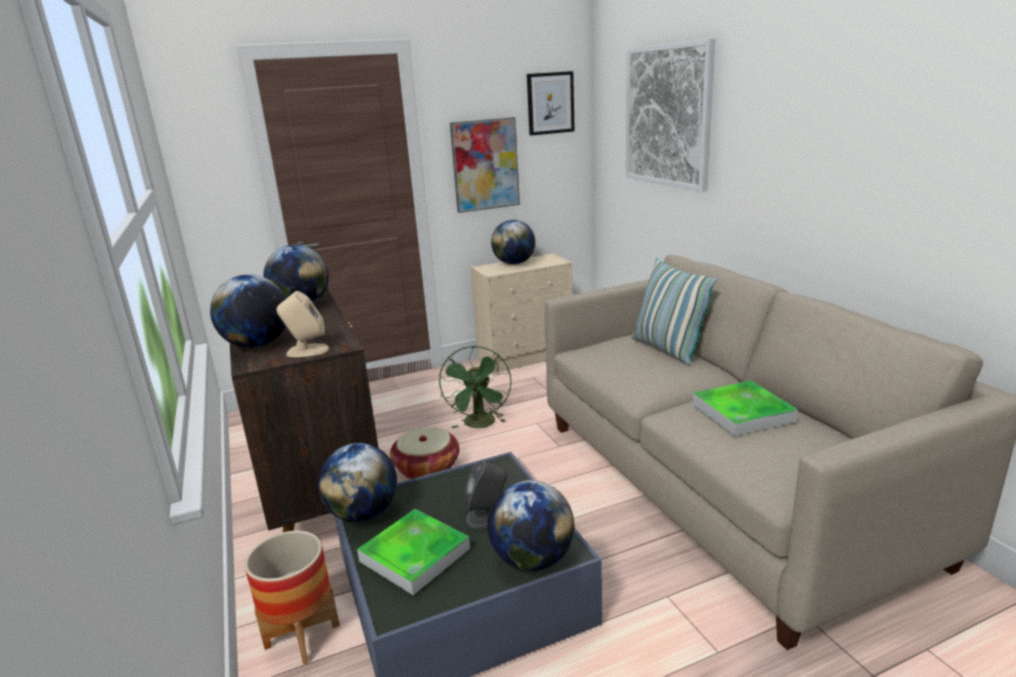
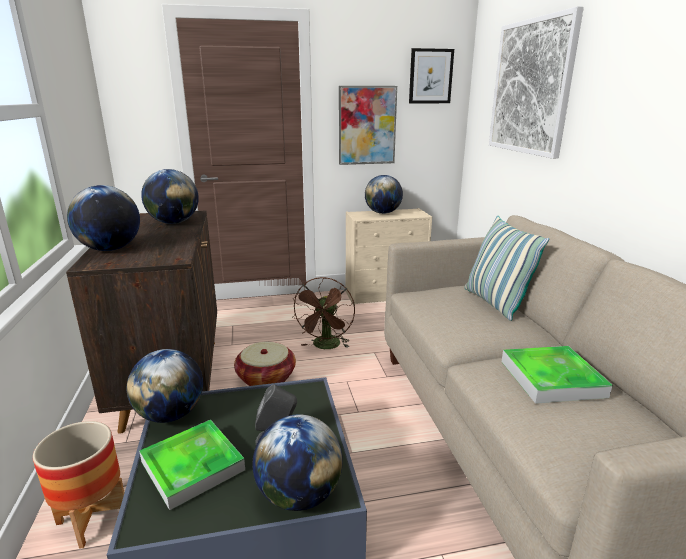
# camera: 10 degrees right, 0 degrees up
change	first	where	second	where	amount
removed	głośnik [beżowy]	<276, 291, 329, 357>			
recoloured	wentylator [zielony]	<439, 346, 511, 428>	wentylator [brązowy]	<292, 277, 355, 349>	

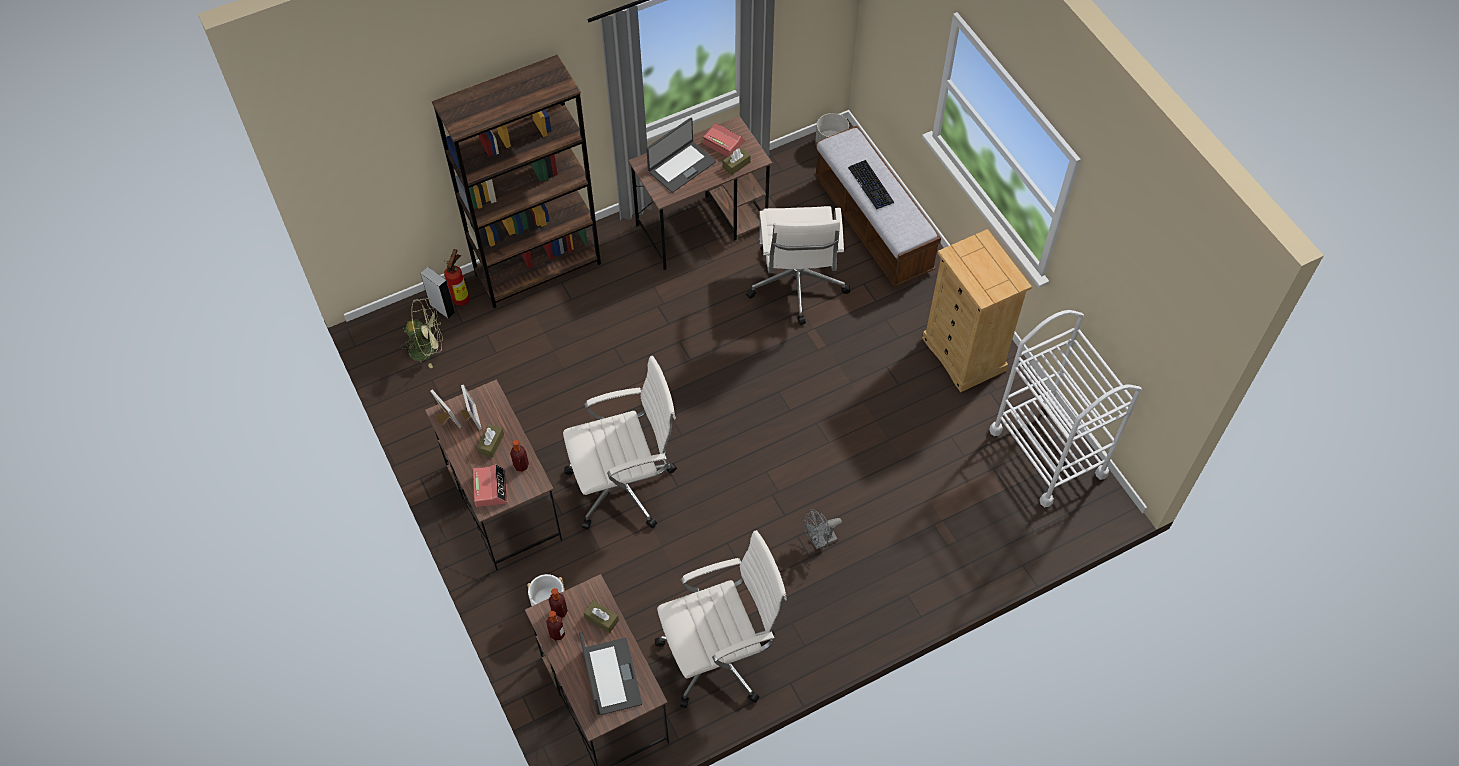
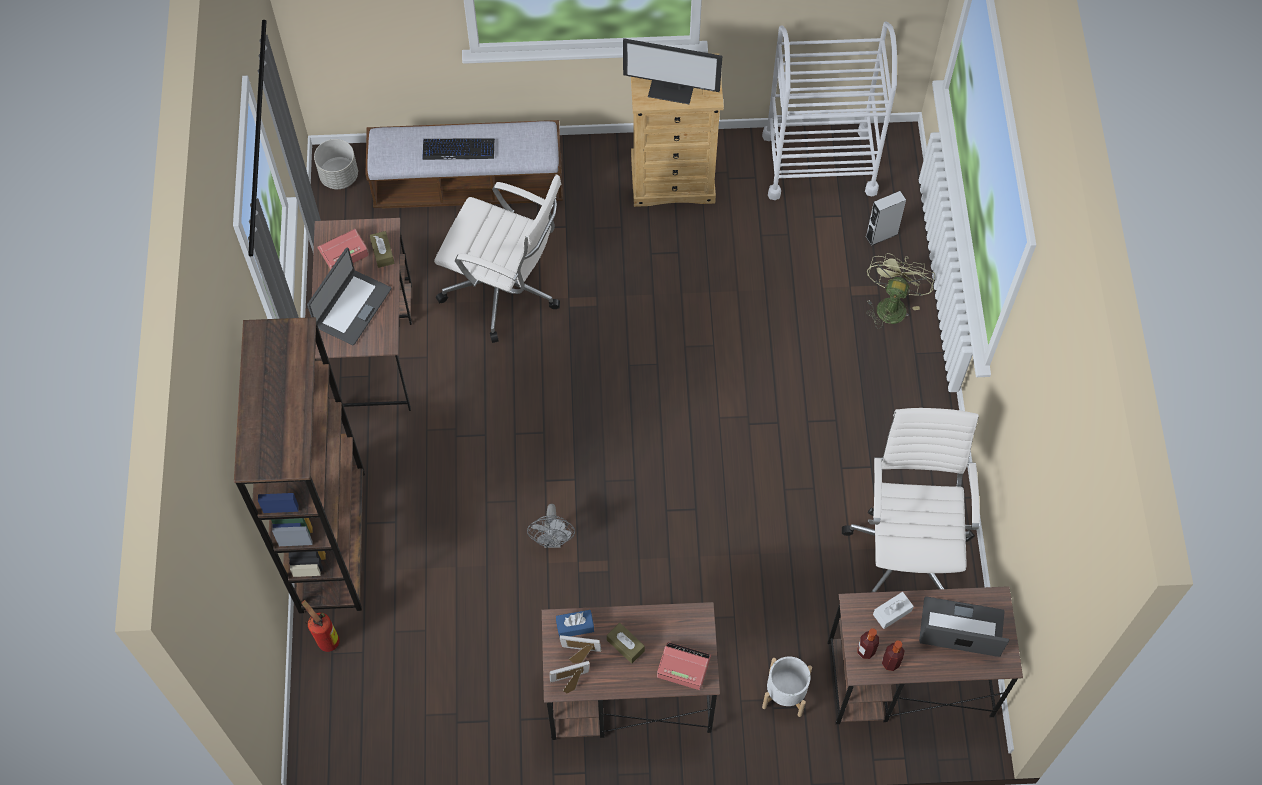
# camera: 65 degrees left, 5 degrees up
change	first	where	second	where	amount
moved	wentylator [zielony]	<401, 298, 443, 369>		<866, 253, 935, 329>	
moved	głośnik [szary]	<420, 267, 456, 319>		<865, 191, 906, 246>	
removed	butelka	<510, 440, 529, 472>			
removed	krzesło biurowe [biały]	<563, 356, 677, 530>			
recoloured	pudełko chusteczek [brązowy]	<583, 600, 619, 633>	pudełko chusteczek [biały]	<873, 592, 914, 629>	
turned	laptop	<646, 118, 716, 193>		<307, 248, 391, 345>	45 degrees clockwise
moved	wentylator [szary]	<804, 509, 842, 549>		<527, 504, 575, 548>	
added			pudełko chusteczek [niebieski]	<556, 610, 594, 638>	
added			monitor	<623, 38, 722, 104>	

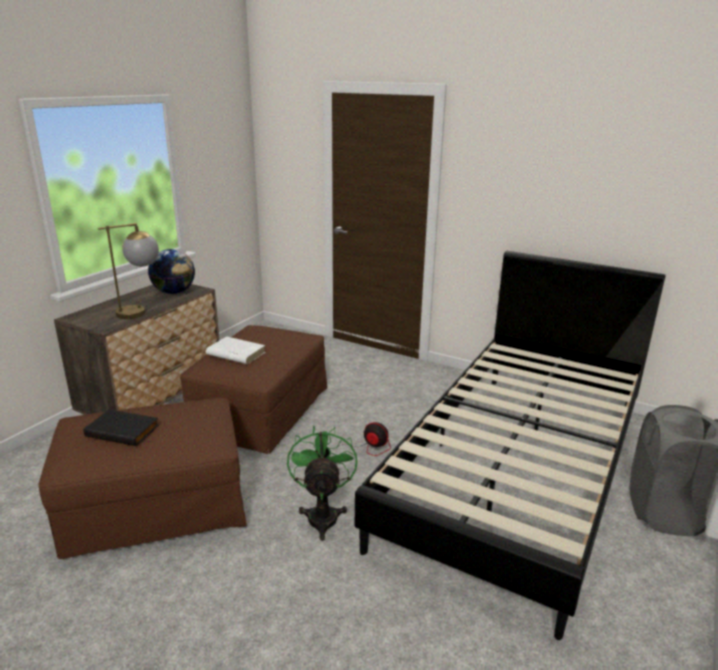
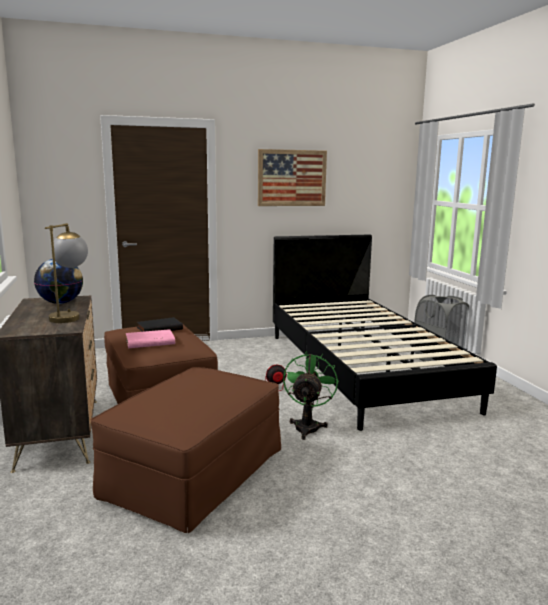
# camera: 45 degrees left, 10 degrees down
change	first	where	second	where	amount
moved	książka [czarny]	<84, 409, 159, 446>		<137, 317, 183, 332>	
recoloured	książka [biały]	<206, 336, 265, 364>	książka [różowy]	<126, 329, 175, 348>	
turned	wentylator [zielony]	<287, 426, 357, 541>		<283, 351, 339, 440>	60 degrees clockwise
added			obraz	<258, 149, 327, 206>	

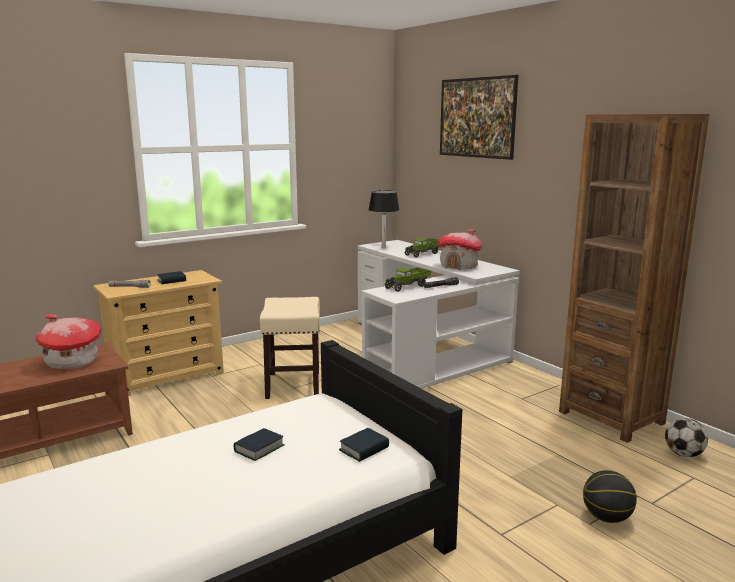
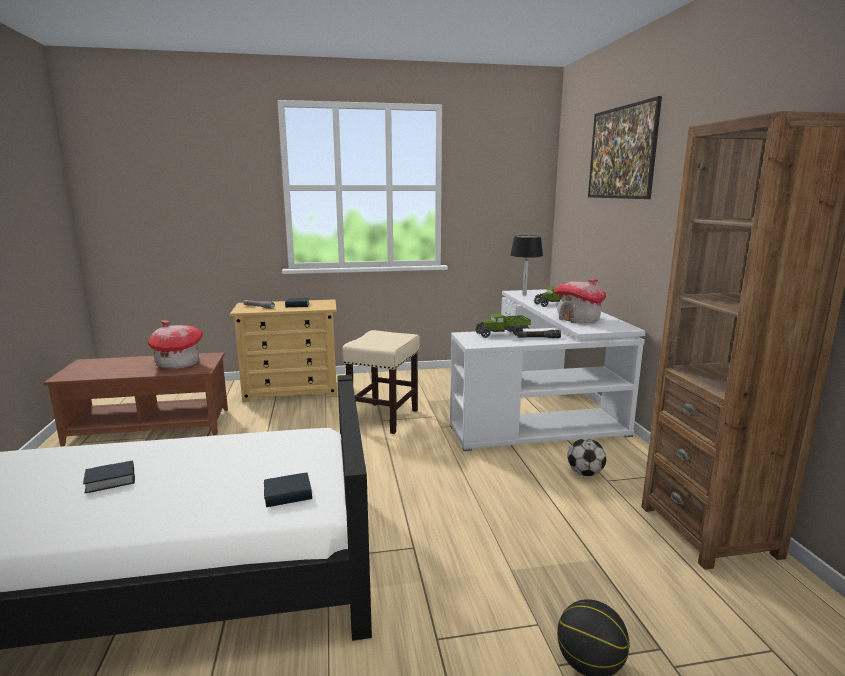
# camera: 25 degrees right, 0 degrees up
change	first	where	second	where	amount
moved	książka	<234, 428, 285, 461>		<83, 460, 135, 493>	
moved	piłka futbolowa	<665, 418, 708, 457>		<567, 438, 606, 476>	

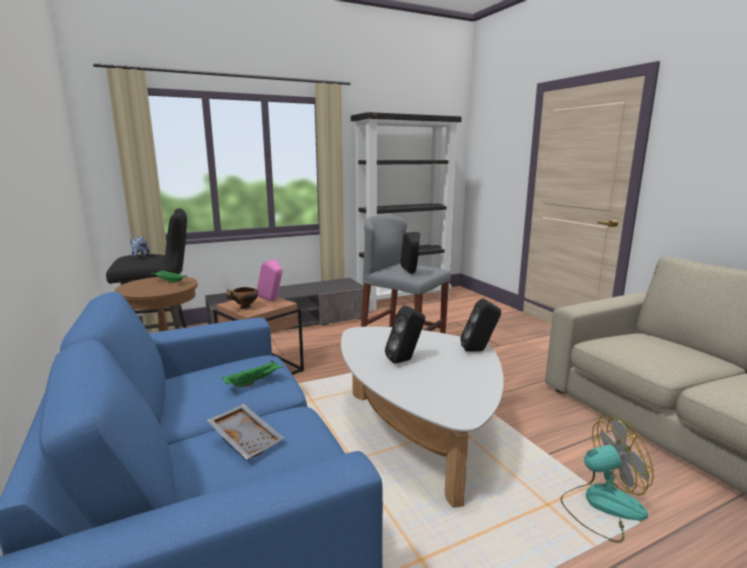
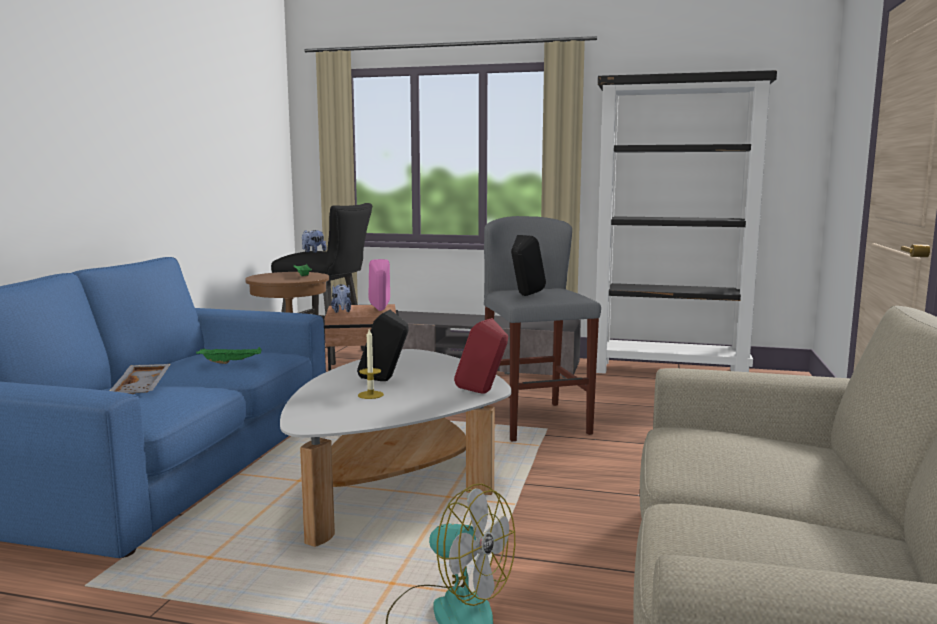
# camera: 40 degrees right, 5 degrees down
change	first	where	second	where	amount
replaced	miska	<225, 287, 258, 309>	pluszak	<331, 284, 351, 313>	
recoloured	głośnik [czarny]	<460, 299, 501, 352>	głośnik [czerwony]	<454, 318, 508, 394>	
added			świeca	<358, 329, 384, 399>	

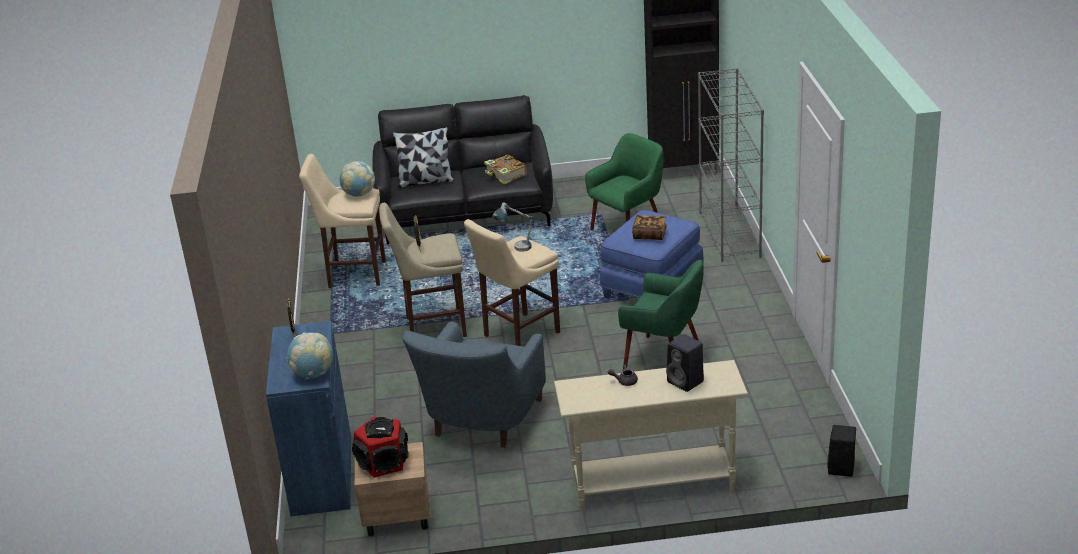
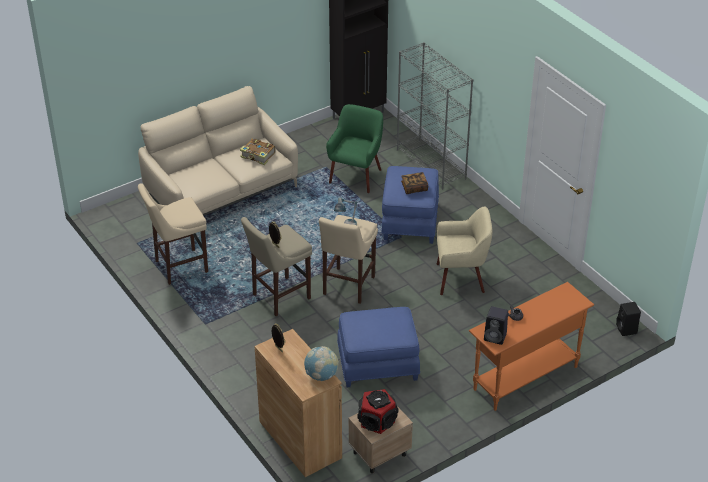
# camera: 30 degrees left, 10 degrees up
change	first	where	second	where	amount
recoloured	szafka [niebieski]	<266, 321, 351, 516>	szafka [brązowy]	<255, 329, 342, 477>	
removed	globus	<340, 161, 375, 197>			
recoloured	kanapa [czarny]	<372, 95, 553, 244>	kanapa [beżowy]	<138, 86, 298, 214>	
removed	poduszka	<393, 127, 454, 188>			
replaced	fotel [niebieski]	<402, 321, 546, 448>	pufa [niebieski]	<337, 307, 420, 387>	
recoloured	stolik konsolowy [beżowy]	<554, 360, 748, 512>	stolik konsolowy [pomarańczowy]	<469, 282, 594, 411>	
recoloured	fotel [zielony]	<618, 260, 704, 370>	fotel [beżowy]	<437, 207, 492, 295>	
moved	głośnik [czarny]	<666, 334, 704, 392>		<484, 306, 508, 345>	

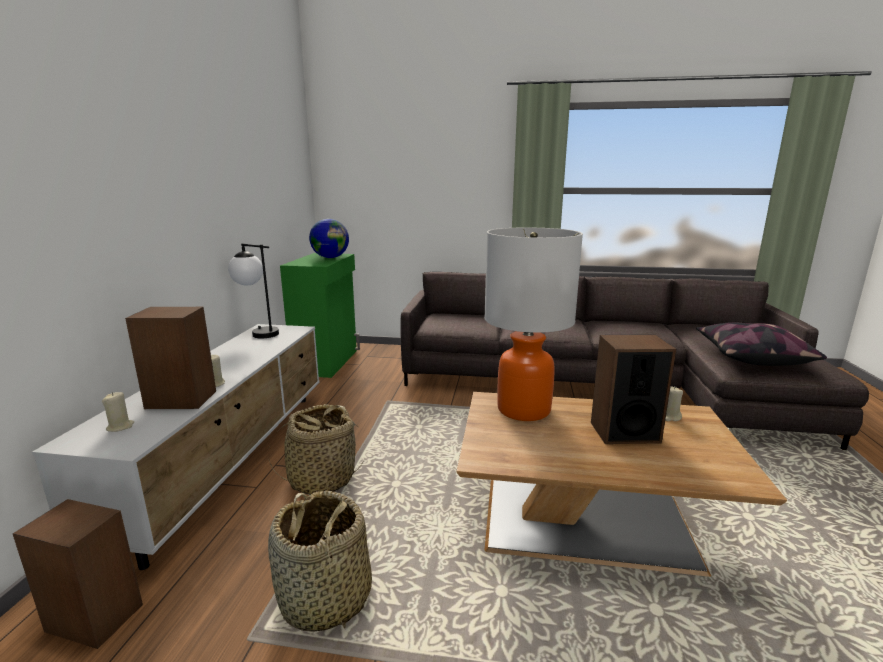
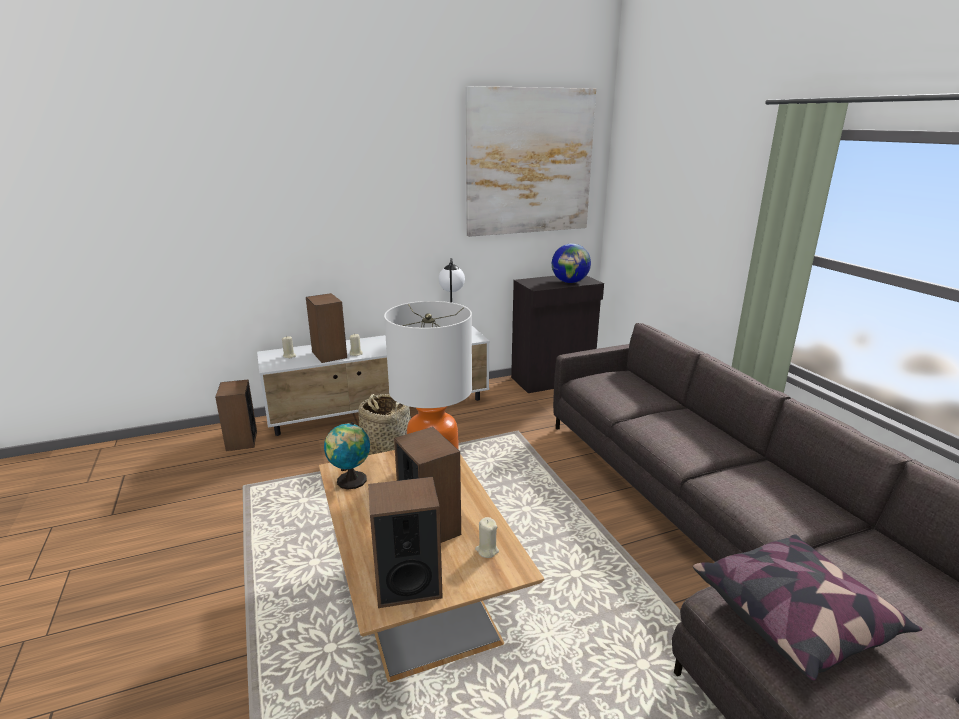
# camera: 60 degrees right, 5 degrees up
change	first	where	second	where	amount
removed	koszyk	<268, 491, 372, 632>			
recoloured	szafka [zielony]	<280, 253, 360, 378>	szafka [czarny]	<511, 276, 604, 393>	
added			globus	<324, 422, 370, 489>	
added			głośnik	<368, 477, 443, 608>	
added			obraz	<465, 86, 596, 237>	

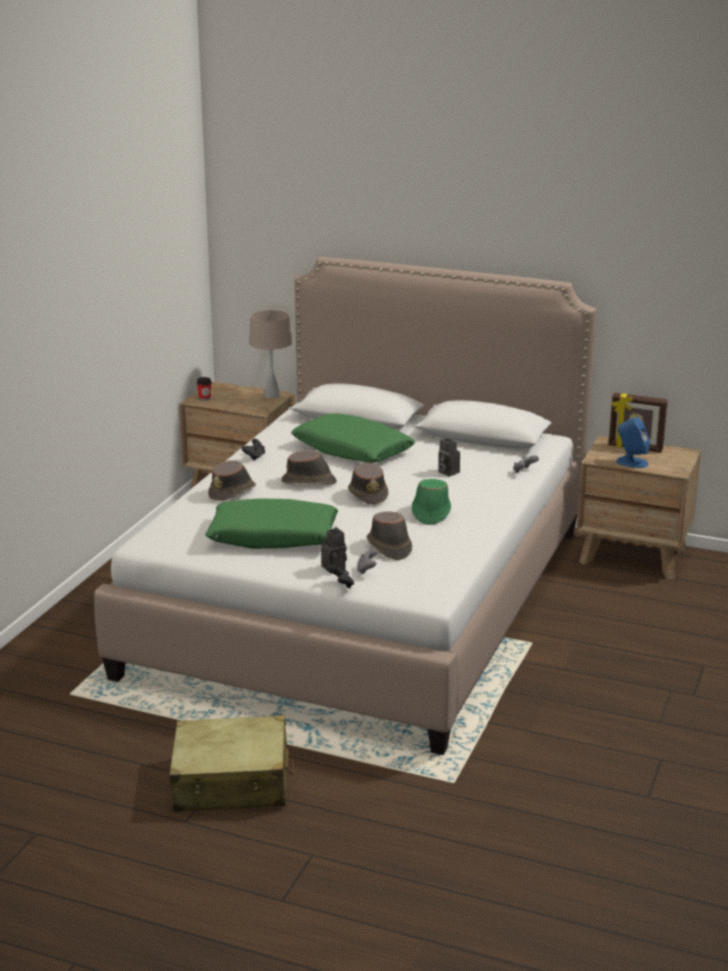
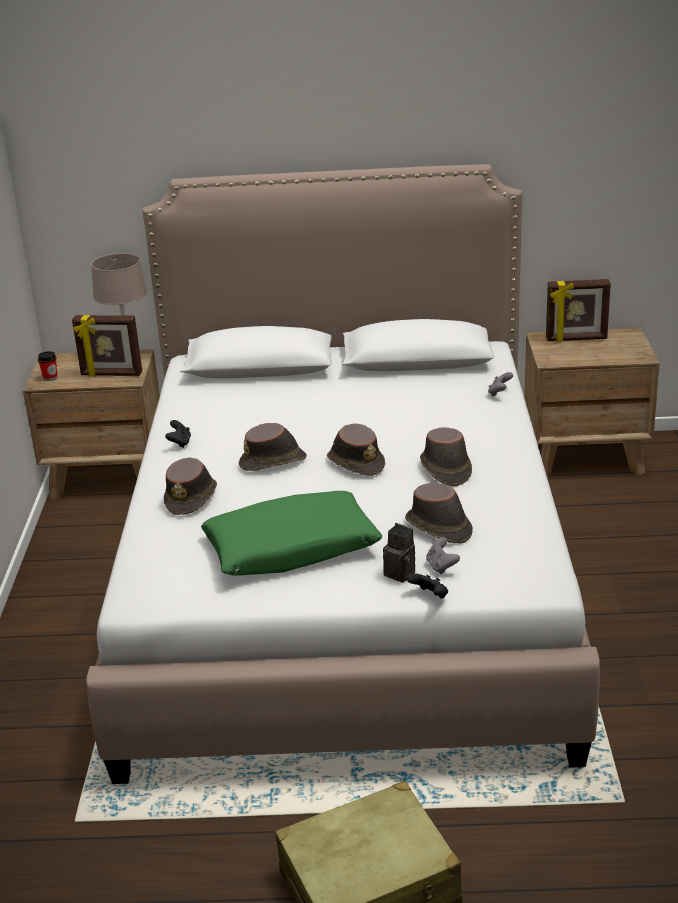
# camera: 20 degrees left, 5 degrees up
change	first	where	second	where	amount
removed	poduszka [zielony]	<291, 414, 415, 463>			
recoloured	kapelusz [zielony]	<412, 479, 451, 525>	kapelusz [brązowy]	<420, 428, 472, 486>	
removed	aparat fotograficzny	<438, 439, 460, 477>			
removed	głośnik [niebieski]	<616, 417, 650, 468>			
added			ramka na zdjęcie	<72, 315, 142, 376>	

